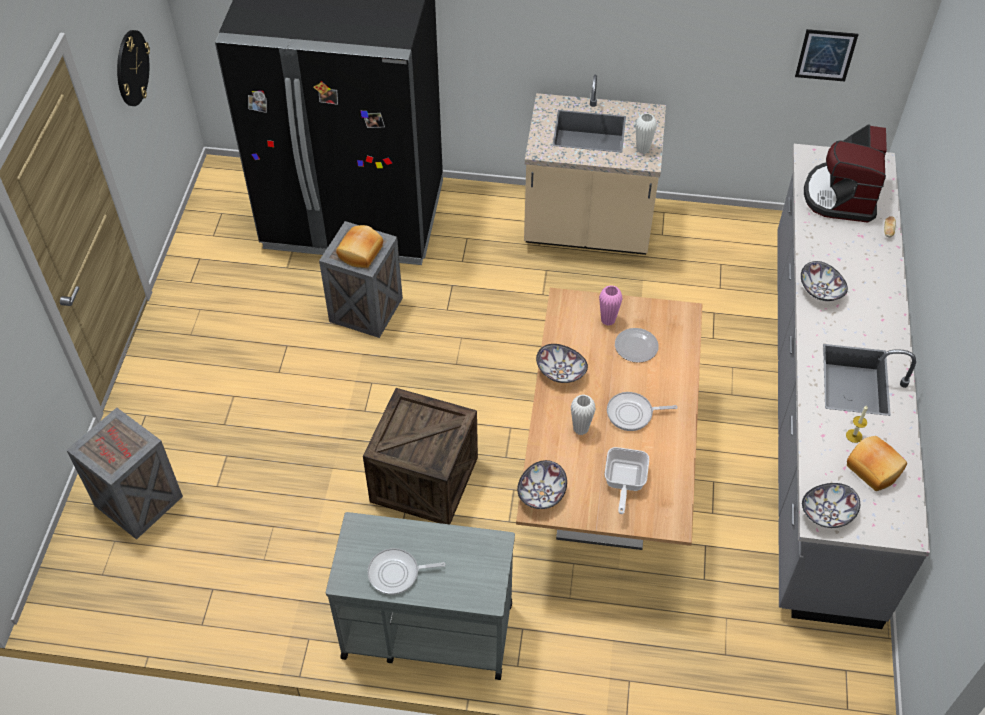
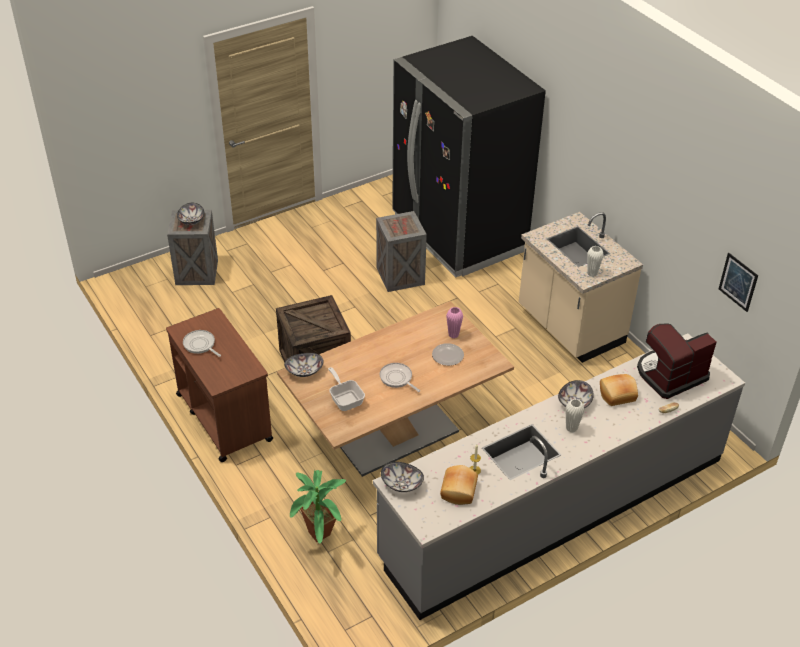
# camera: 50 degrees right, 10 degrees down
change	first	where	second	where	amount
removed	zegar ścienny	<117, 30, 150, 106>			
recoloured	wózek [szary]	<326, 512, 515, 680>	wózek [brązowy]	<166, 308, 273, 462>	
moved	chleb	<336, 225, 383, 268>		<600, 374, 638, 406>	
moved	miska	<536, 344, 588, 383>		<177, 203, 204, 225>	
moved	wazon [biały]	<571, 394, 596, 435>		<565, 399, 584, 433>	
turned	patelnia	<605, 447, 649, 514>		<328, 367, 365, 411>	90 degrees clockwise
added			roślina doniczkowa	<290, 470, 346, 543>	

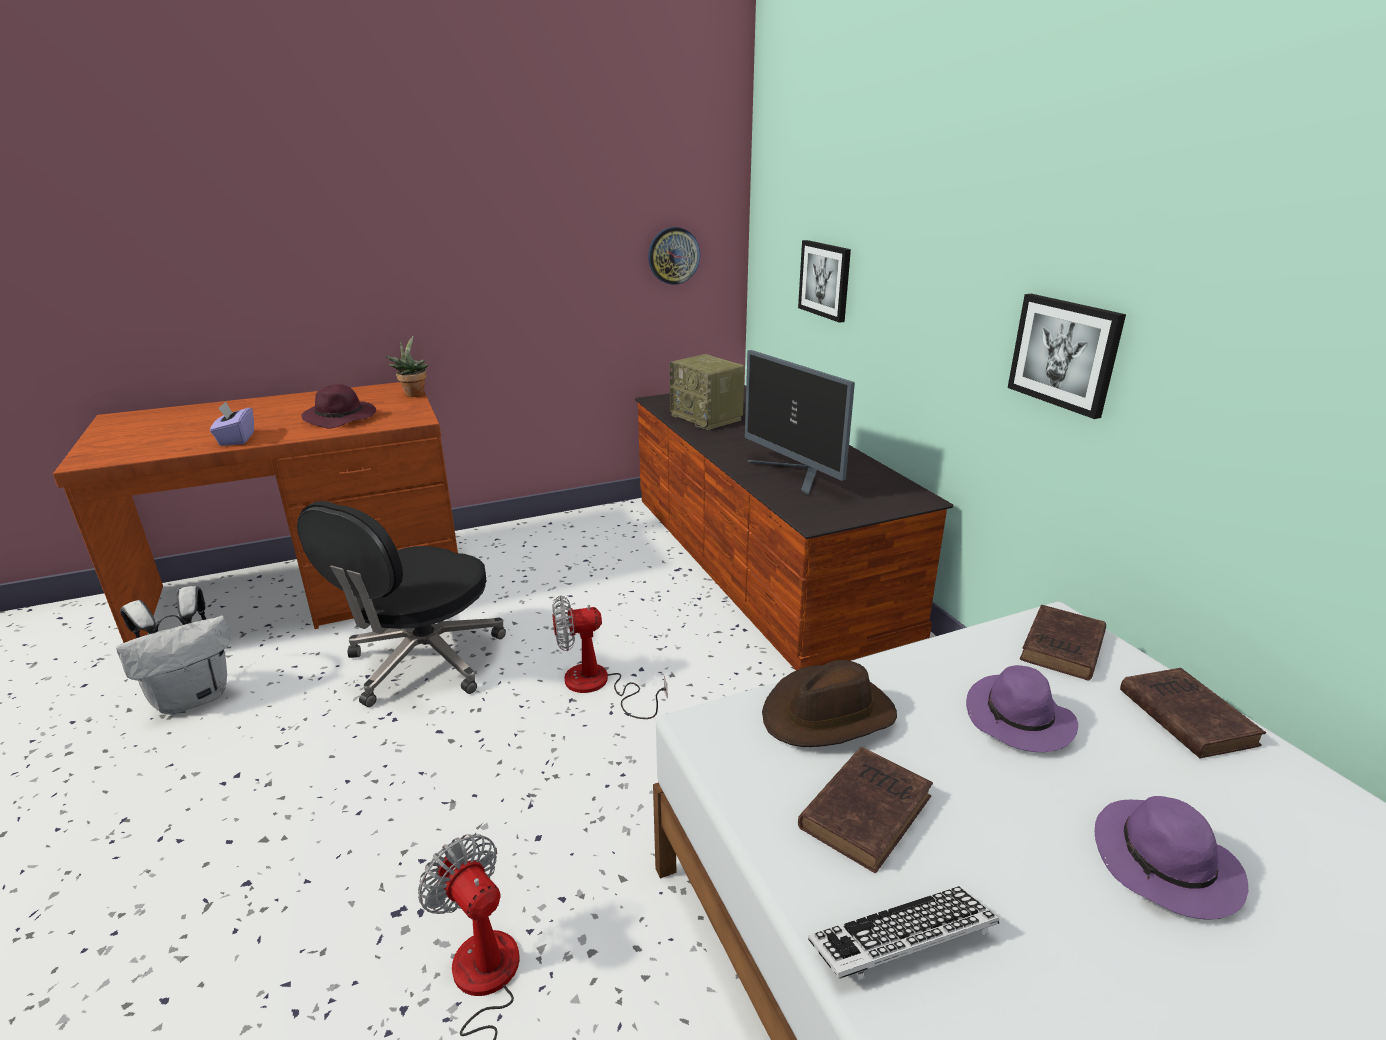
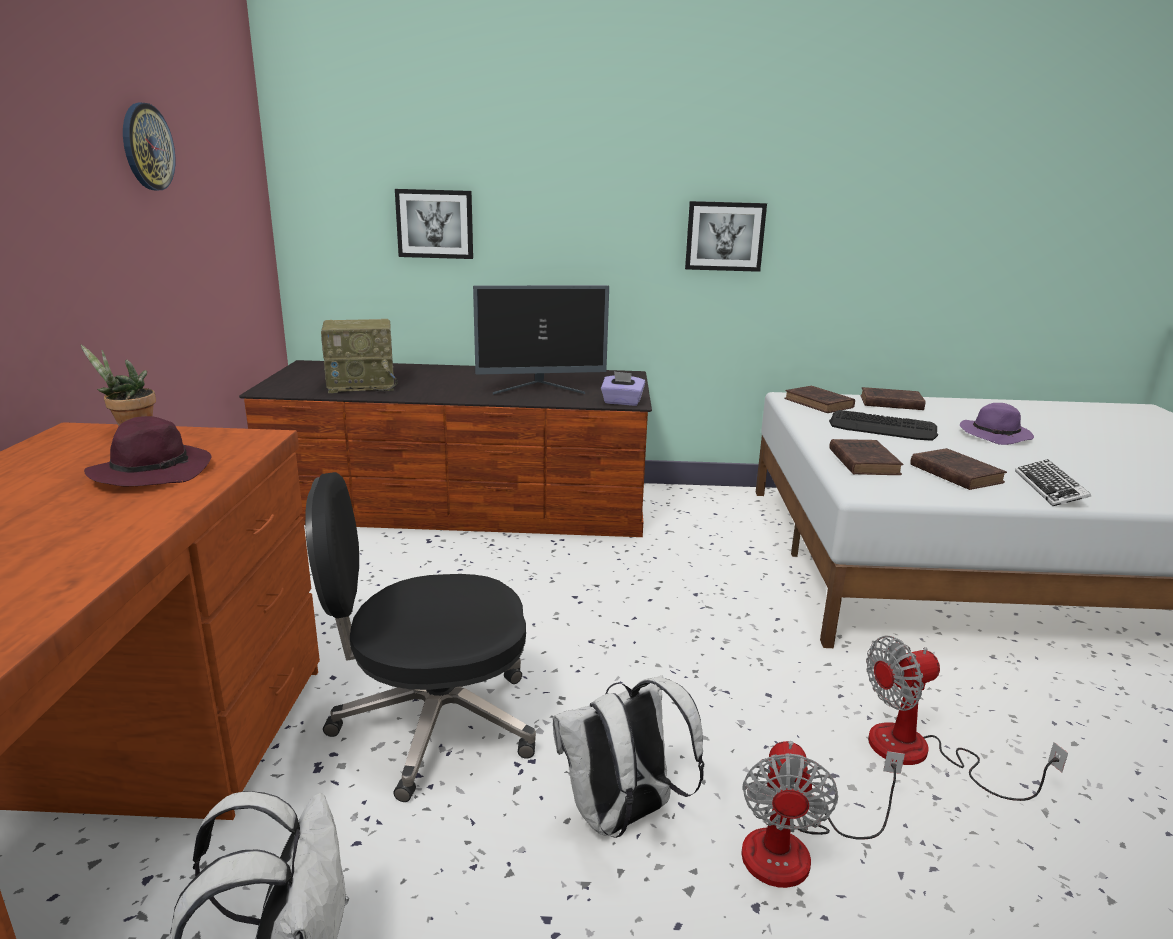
# camera: 65 degrees left, 5 degrees down
change	first	where	second	where	amount
moved	pudełko chusteczek [fioletowy]	<210, 402, 254, 446>		<601, 371, 645, 406>	
turned	krzesło biurowe [czarny]	<297, 501, 506, 707>		<305, 472, 536, 802>	120 degrees clockwise
moved	wentylator	<552, 595, 667, 719>		<741, 741, 905, 888>	
moved	zegar ścienny	<648, 227, 700, 285>		<123, 103, 175, 190>	
replaced	kapelusz [brązowy]	<762, 660, 897, 747>	książka [brązowy]	<829, 439, 903, 475>	
replaced	kapelusz [fioletowy]	<966, 665, 1078, 752>	klawiatura	<829, 410, 938, 441>	
added			plecak [biały]	<553, 675, 704, 838>	

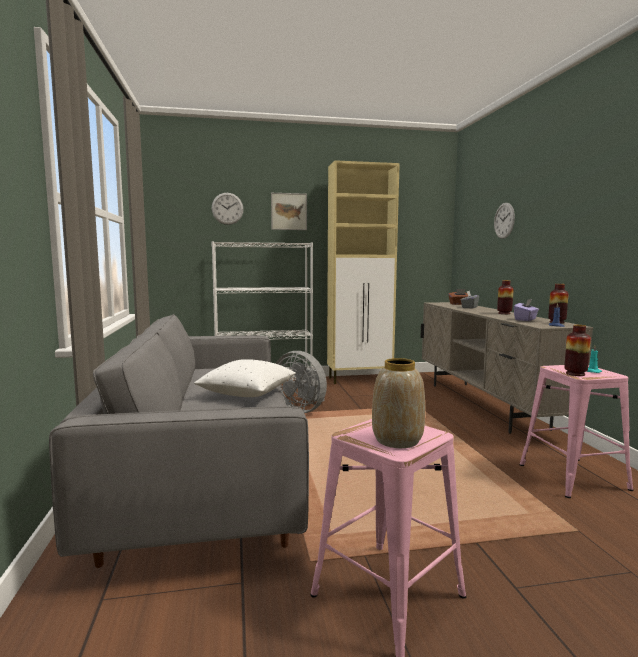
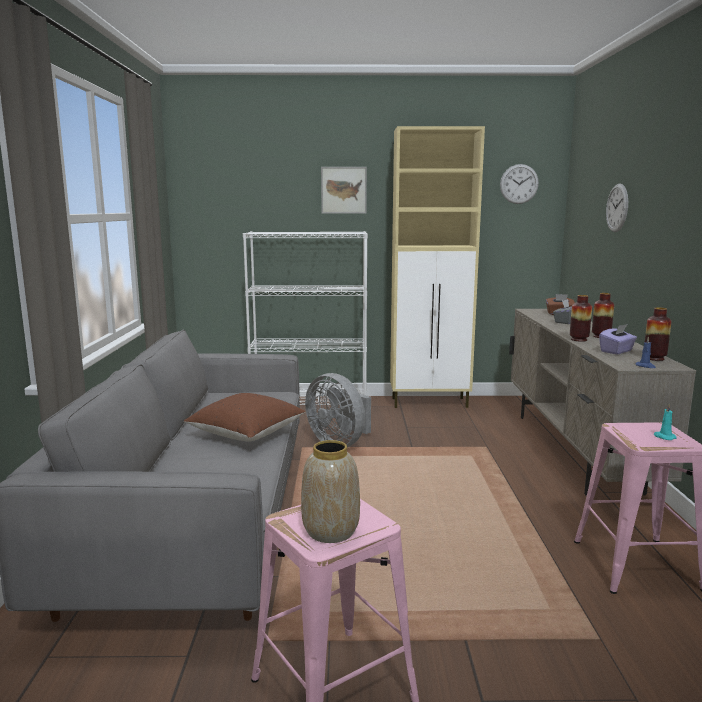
# camera: 10 degrees right, 5 degrees up
change	first	where	second	where	amount
recoloured	poduszka [biały]	<194, 359, 296, 397>	poduszka [brązowy]	<184, 393, 306, 441>	
moved	zegar ścienny	<211, 193, 243, 225>		<500, 164, 539, 204>	
moved	wazon	<564, 325, 591, 376>		<570, 295, 592, 342>	

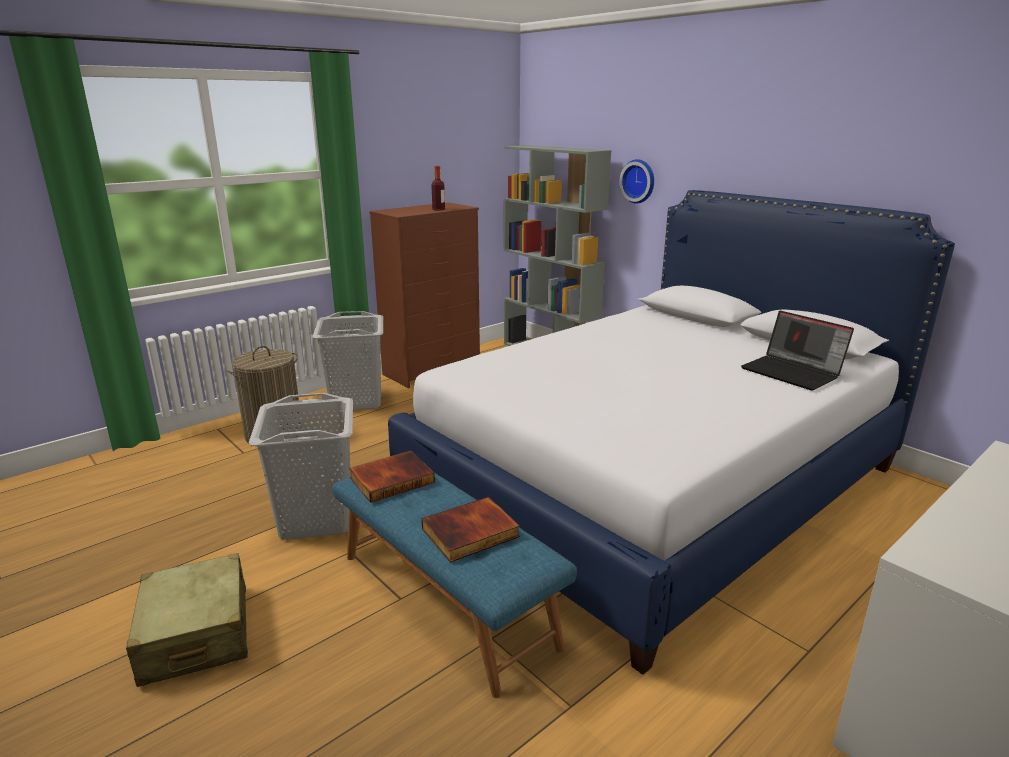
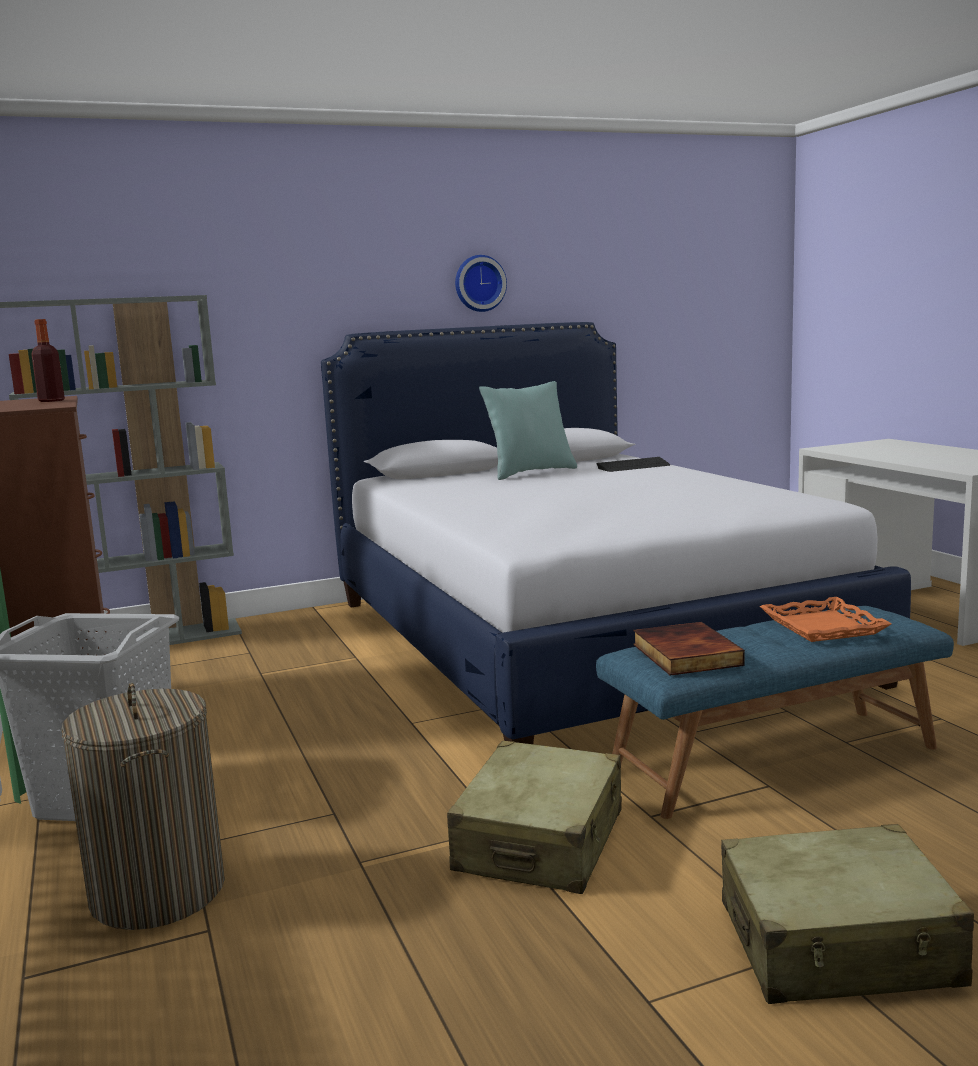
# camera: 70 degrees left, 10 degrees down
change	first	where	second	where	amount
replaced	kosz na pranie [szary]	<249, 393, 353, 540>	walizka [beżowy]	<447, 741, 622, 894>	
replaced	książka	<421, 497, 520, 563>	taca [pomarańczowy]	<760, 597, 892, 642>	
moved	zegar ścienny	<619, 159, 654, 204>		<455, 255, 507, 312>	
replaced	laptop	<741, 311, 854, 390>	klawiatura	<596, 457, 670, 472>	
added			poduszka [turkusowy]	<479, 381, 577, 480>	

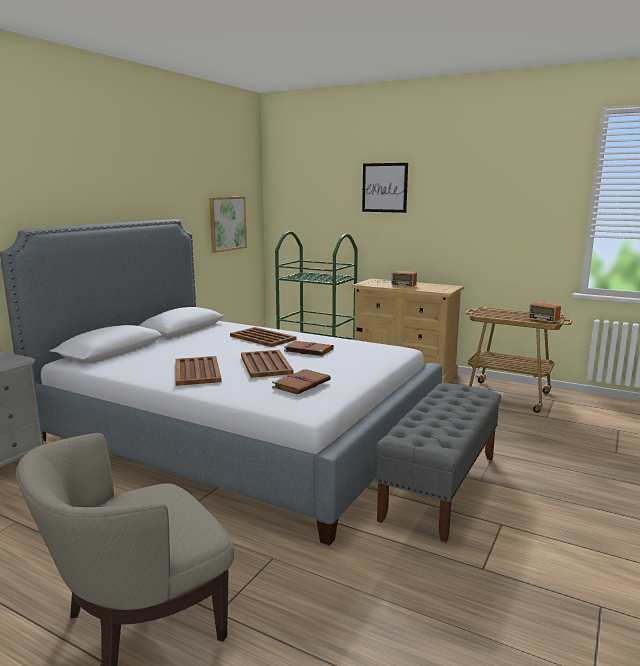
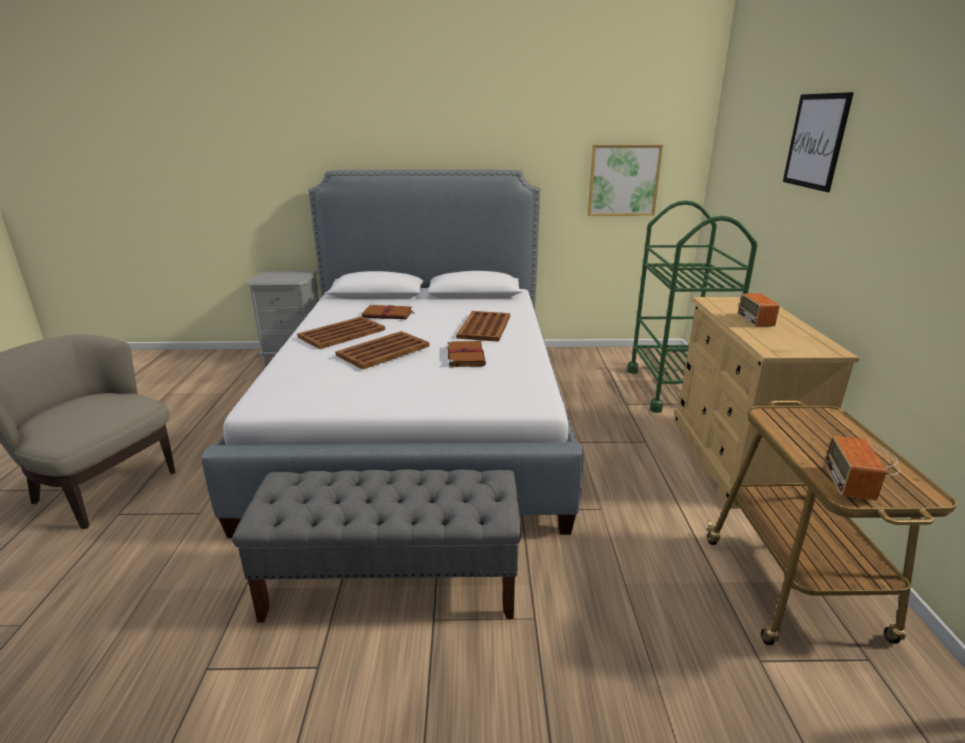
# camera: 60 degrees right, 10 degrees up
change	first	where	second	where	amount
moved	książka [brązowy]	<272, 369, 331, 394>		<362, 304, 415, 319>	

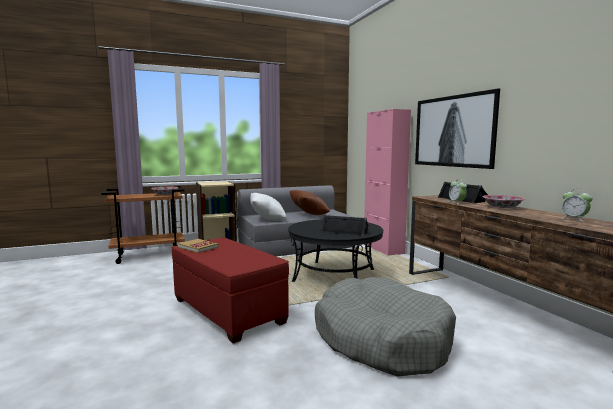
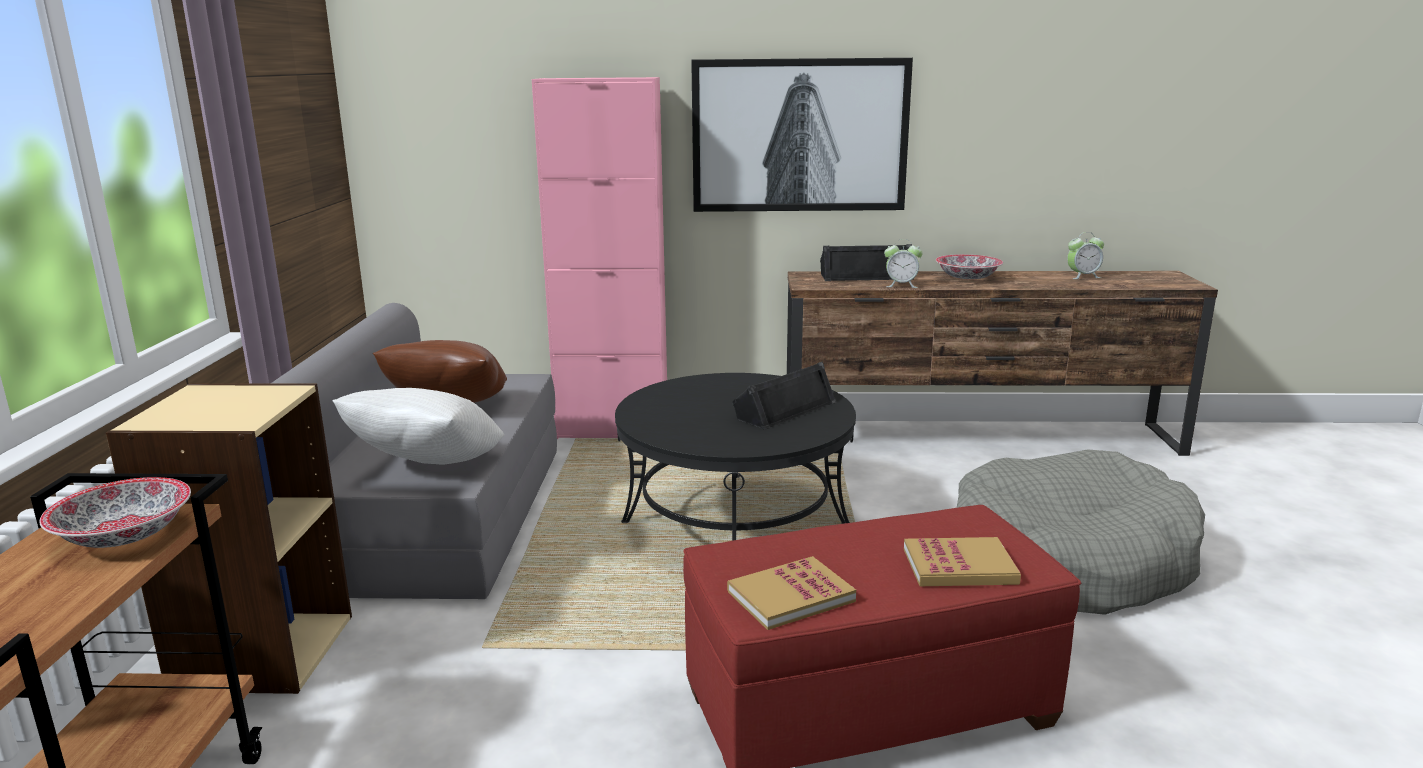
# camera: 65 degrees left, 10 degrees up
change	first	where	second	where	amount
added			książka	<904, 537, 1021, 586>	

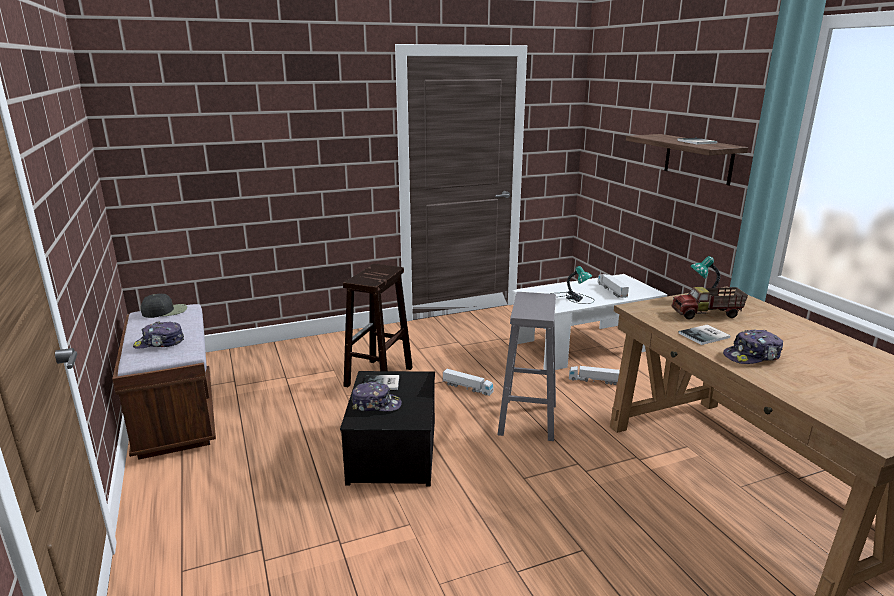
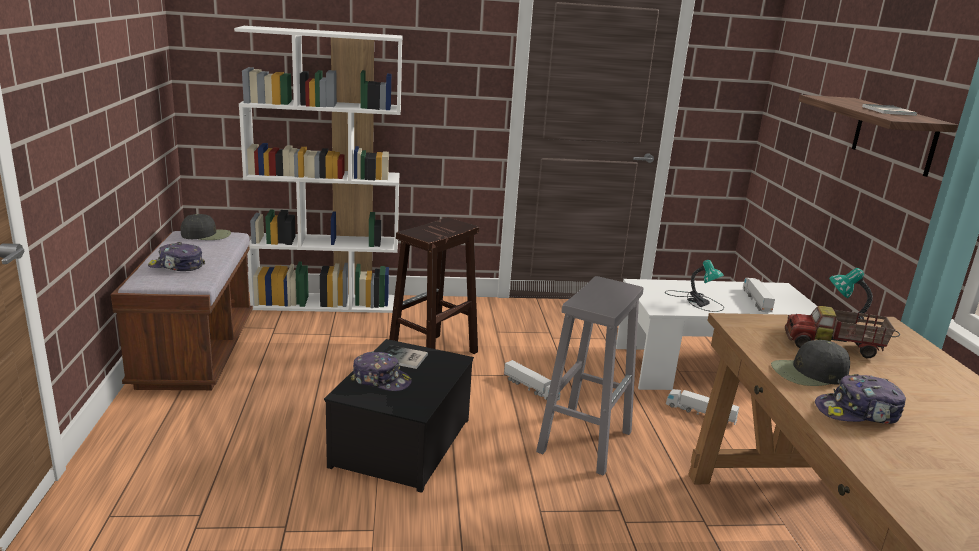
# camera: 15 degrees right, 0 degrees up
change	first	where	second	where	amount
replaced	książka	<678, 325, 731, 345>	czapka z daszkiem [czarny]	<771, 340, 850, 386>	
added			regał [biały]	<234, 26, 403, 313>	

